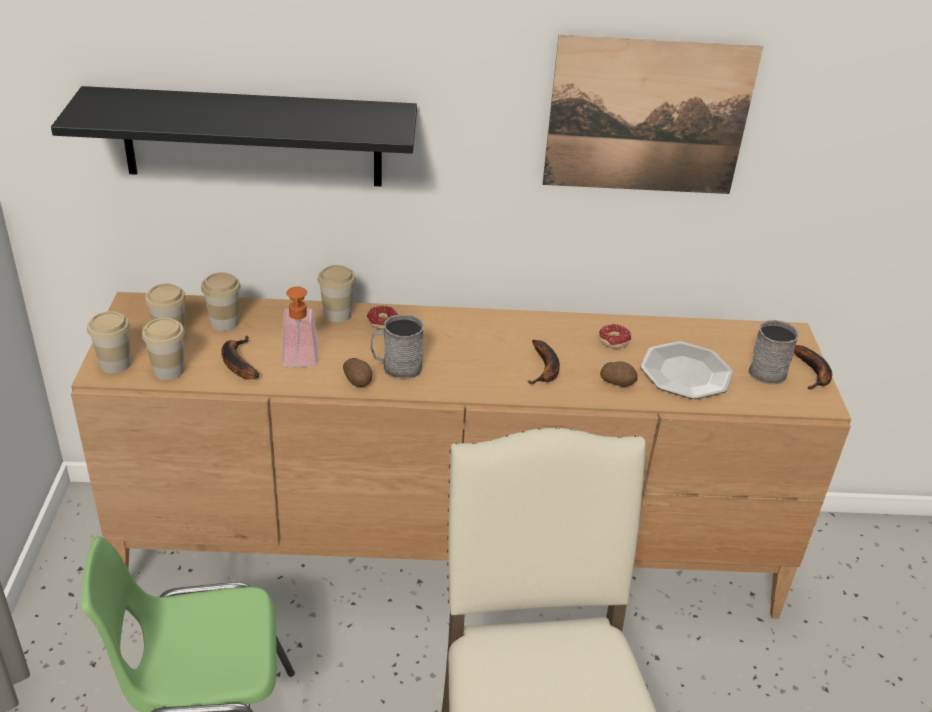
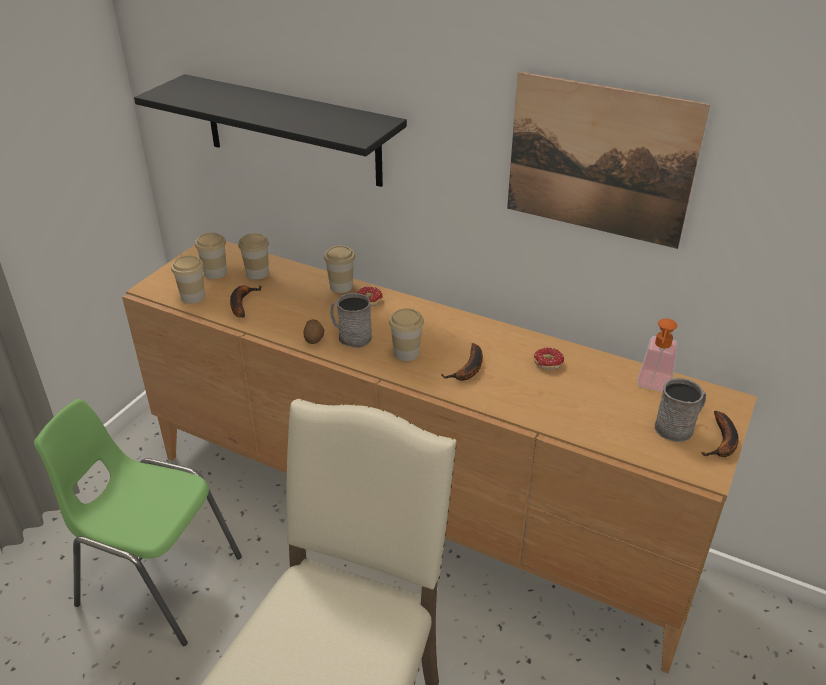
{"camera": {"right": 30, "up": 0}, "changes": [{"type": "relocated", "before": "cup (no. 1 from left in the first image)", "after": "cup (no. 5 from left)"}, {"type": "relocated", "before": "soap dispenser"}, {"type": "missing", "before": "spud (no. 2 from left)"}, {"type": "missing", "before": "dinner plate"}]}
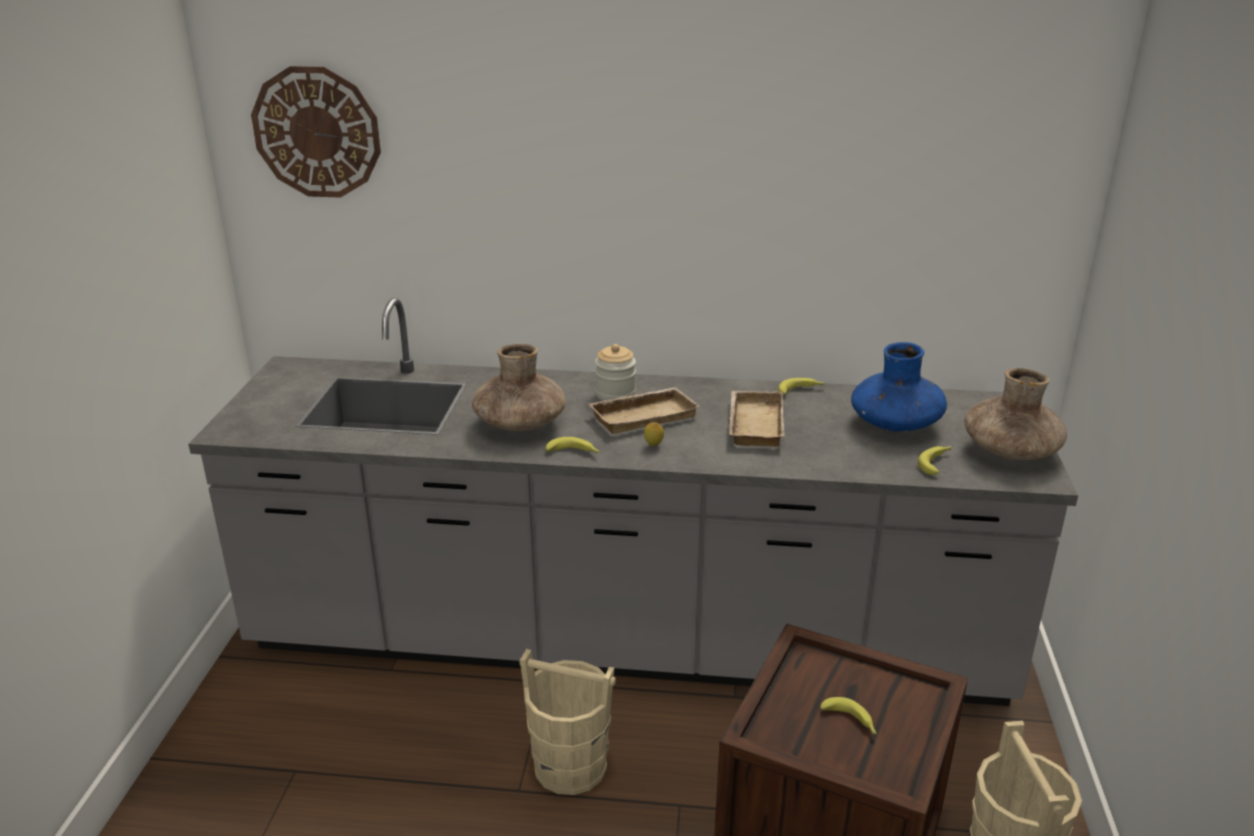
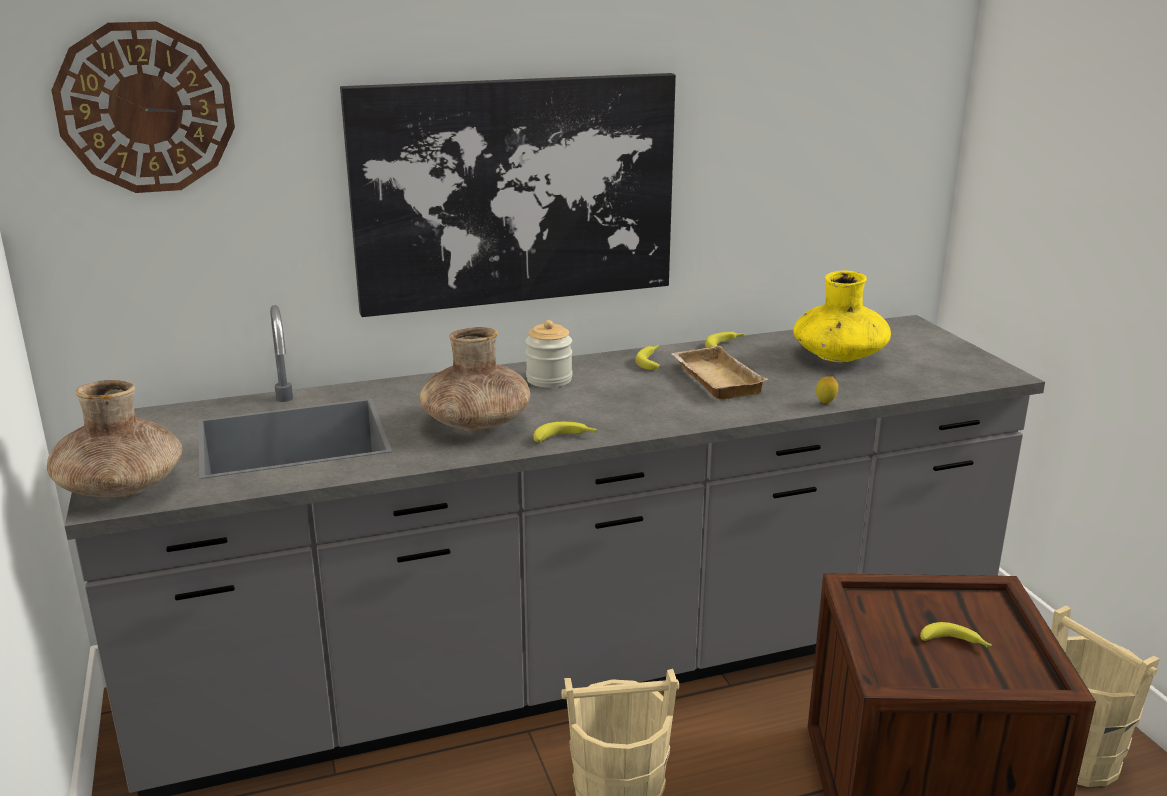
{"camera": {"right": -25, "up": -5}, "changes": [{"type": "missing", "before": "beige tray (no. 1 from left)"}, {"type": "relocated", "before": "whole lemon"}, {"type": "colour", "before": "blue-coloured decorative vase", "after": "yellow-coloured decorative vase"}, {"type": "relocated", "before": "whole banana (no. 4 from left in the first image)", "after": "whole banana (no. 2 from left)"}, {"type": "relocated", "before": "brown decorative vase (no. 2 from left in the first image)", "after": "brown decorative vase (no. 1 from left)"}, {"type": "appeared", "after": "wall art"}]}
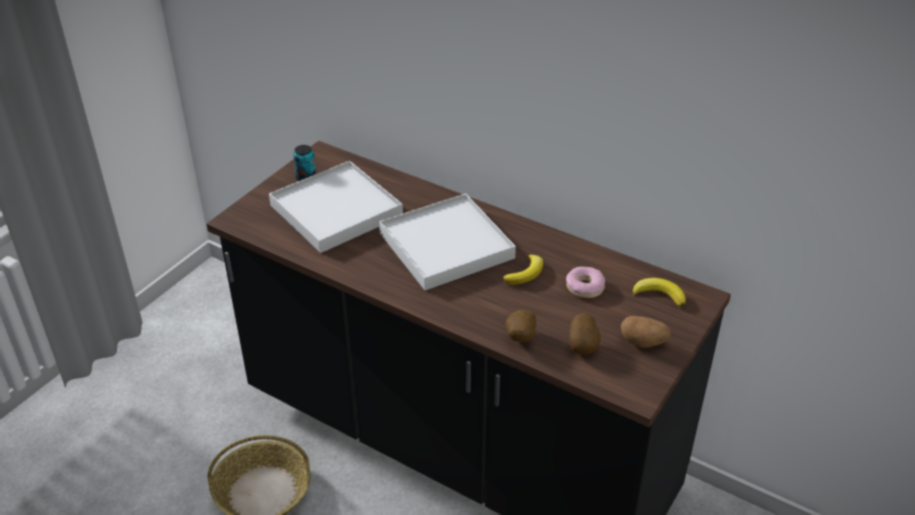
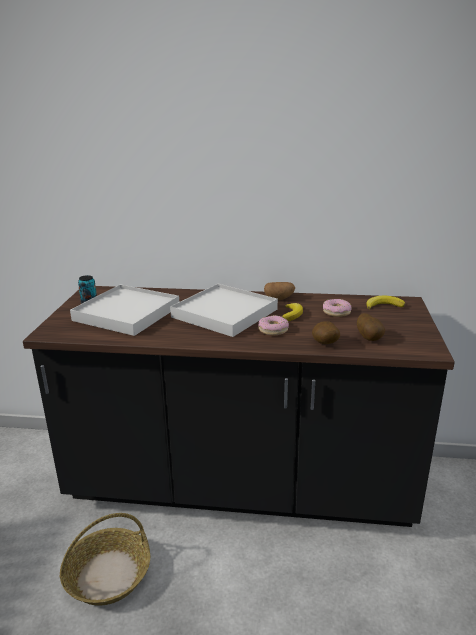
{"camera": {"right": -25, "up": -15}, "changes": [{"type": "relocated", "before": "spud (no. 3 from left in the first image)", "after": "spud (no. 1 from left)"}, {"type": "appeared", "after": "ring doughnut (no. 1 from left)"}]}
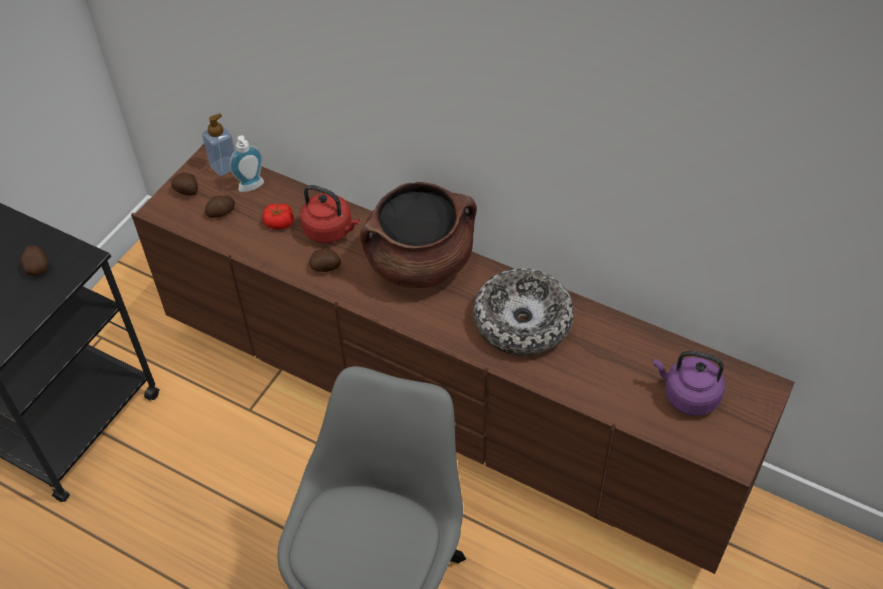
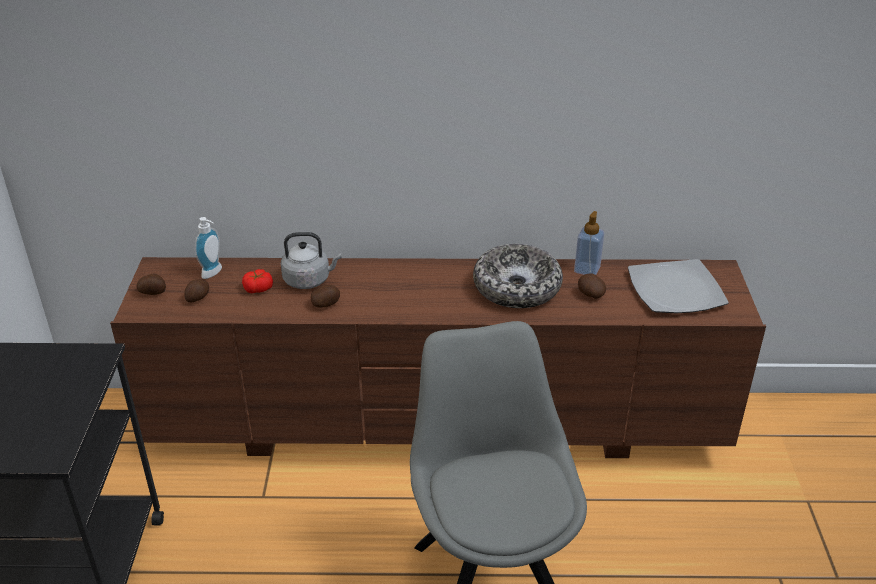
{"camera": {"right": -30, "up": -15}, "changes": [{"type": "relocated", "before": "spud (no. 1 from left in the first image)", "after": "spud (no. 4 from left)"}, {"type": "relocated", "before": "soap dispenser (no. 1 from left in the first image)", "after": "soap dispenser (no. 2 from left)"}, {"type": "colour", "before": "red-coloured tea kettle", "after": "gray tea kettle"}, {"type": "missing", "before": "brown cooking pot"}, {"type": "exchanged", "before": "purple-coloured tea kettle", "after": "dinner plate"}]}
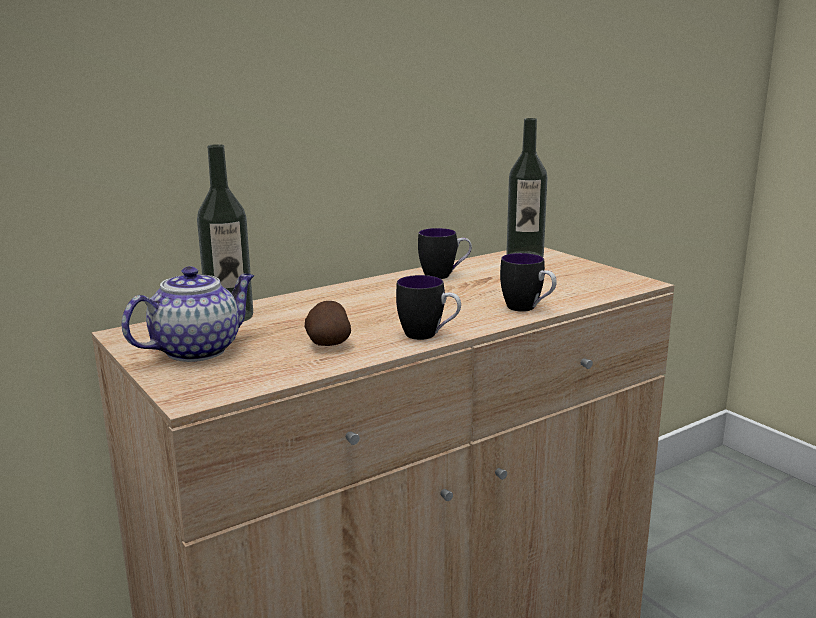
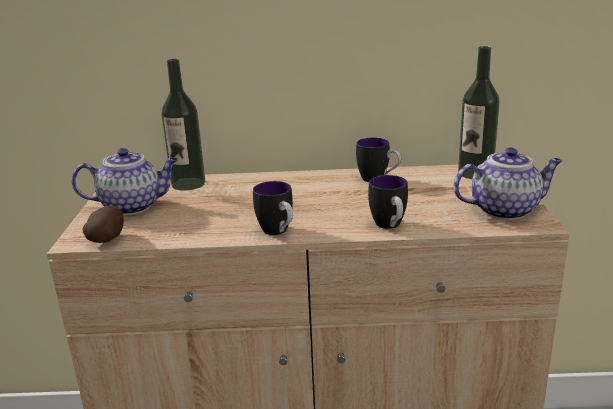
{"camera": {"right": 35, "up": 5}, "changes": [{"type": "relocated", "before": "spud"}, {"type": "appeared", "after": "tea pot (no. 2 from left)"}]}
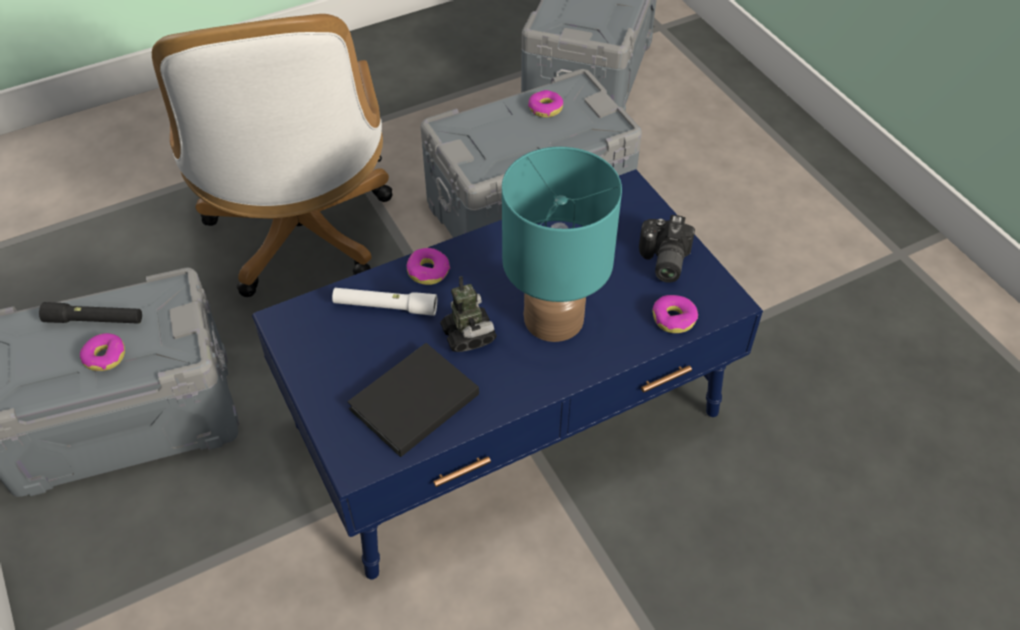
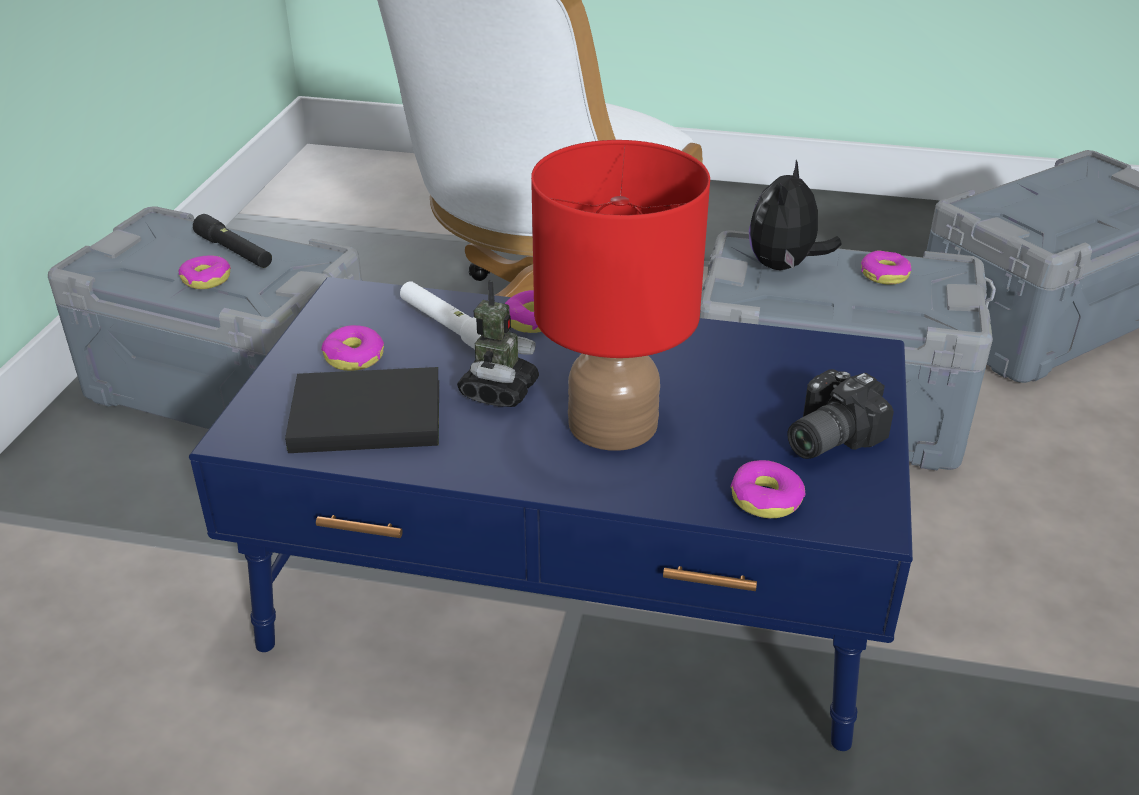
{"camera": {"right": 40, "up": -15}, "changes": [{"type": "colour", "before": "turquoise table lamp", "after": "red-coloured table lamp"}, {"type": "appeared", "after": "ring doughnut (no. 2 from left)"}, {"type": "appeared", "after": "cuddly toy"}]}
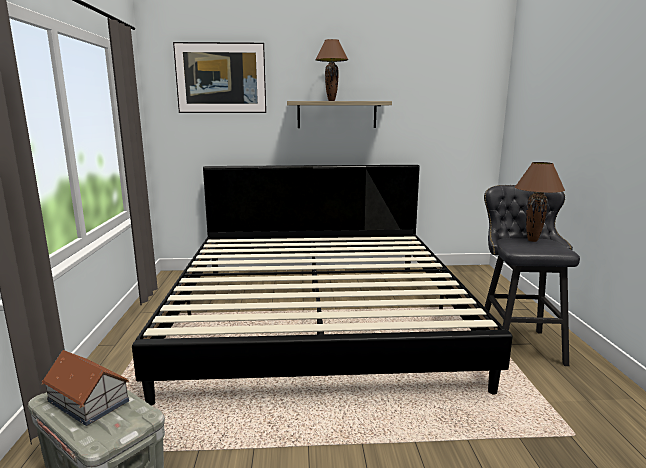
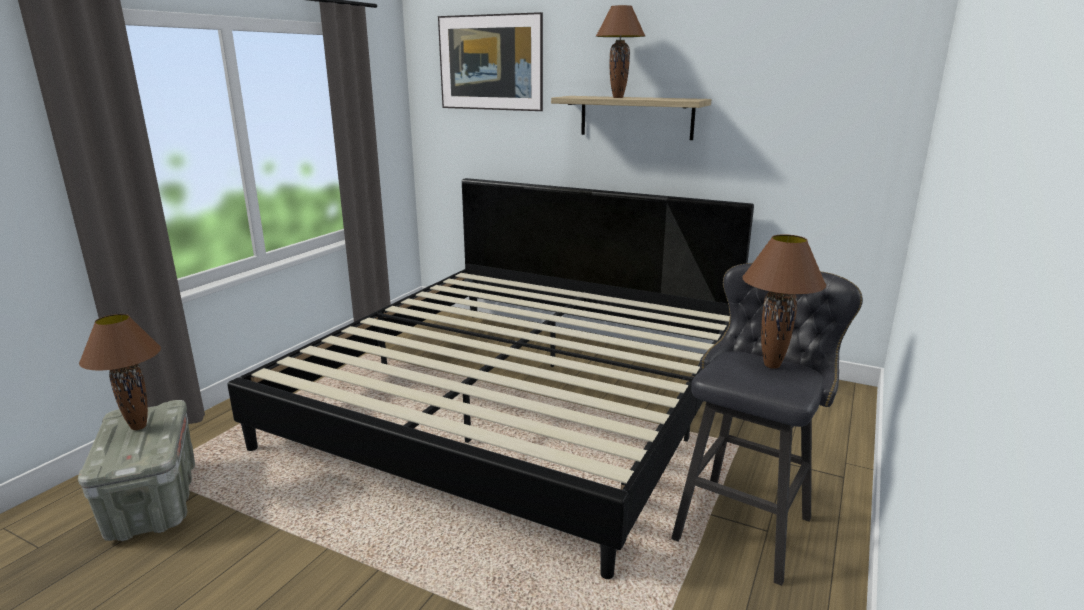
{"camera": {"right": 30, "up": 5}, "changes": [{"type": "exchanged", "before": "model house", "after": "brown table lamp (no. 1 from left)"}]}
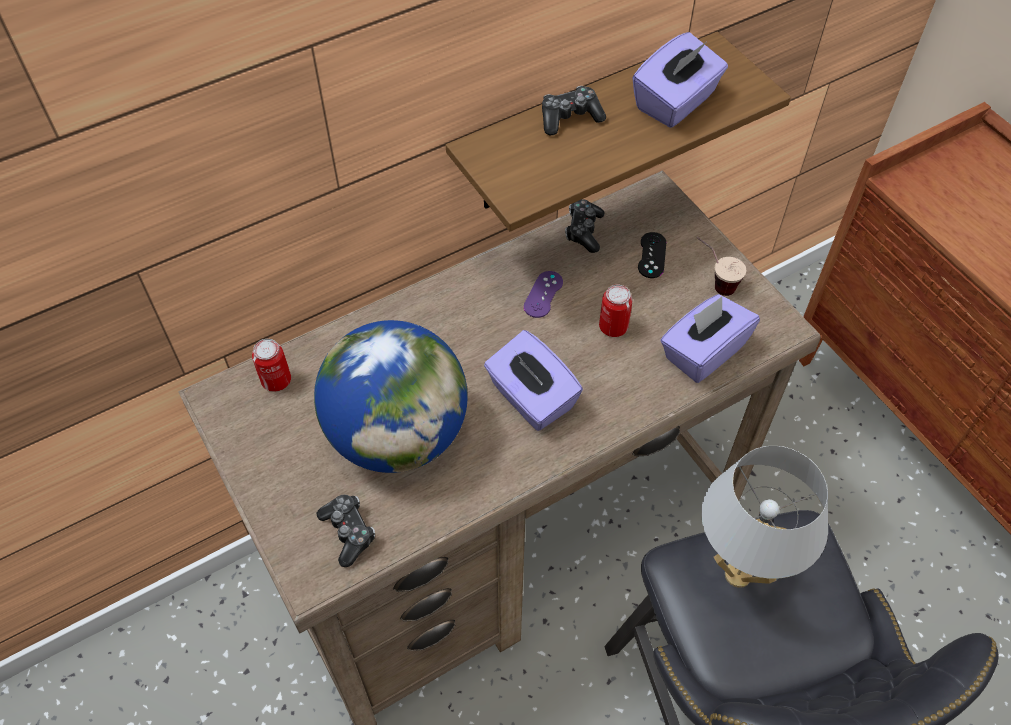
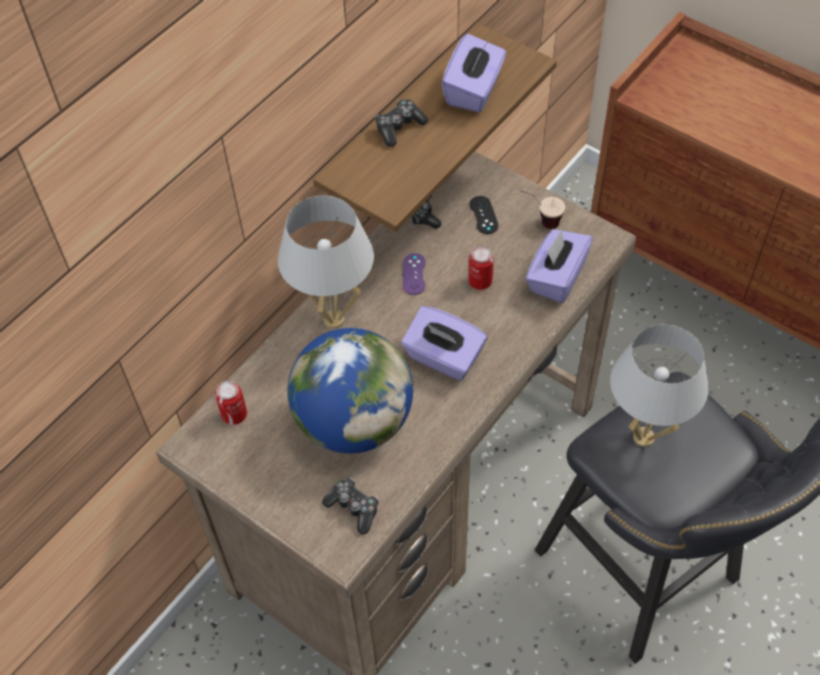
{"camera": {"right": -20, "up": 0}, "changes": [{"type": "appeared", "after": "white-coloured table lamp (no. 1 from left)"}]}
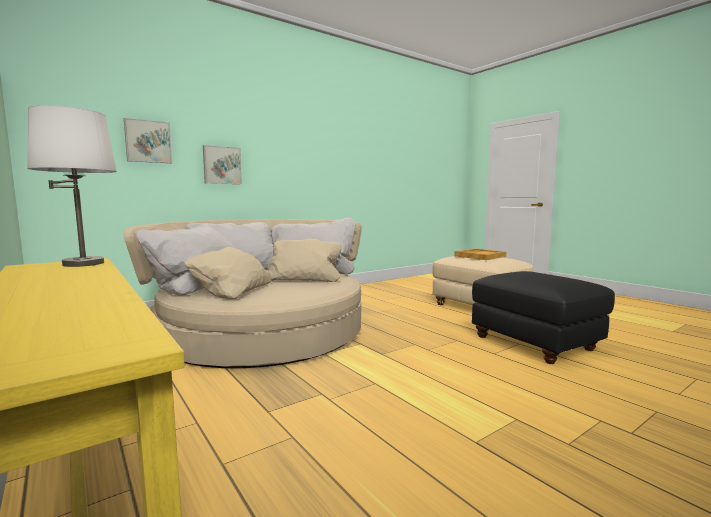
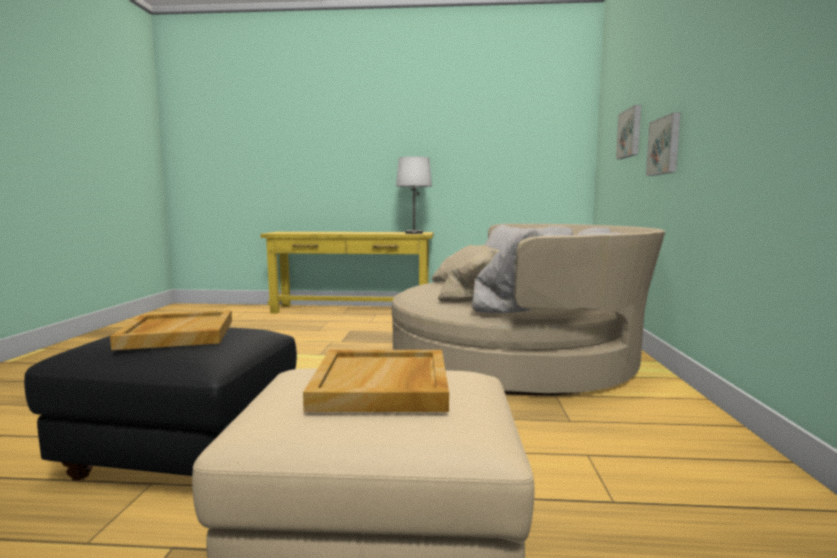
{"camera": {"right": 130, "up": 0}, "changes": [{"type": "appeared", "after": "beige tray (no. 1 from left)"}]}
